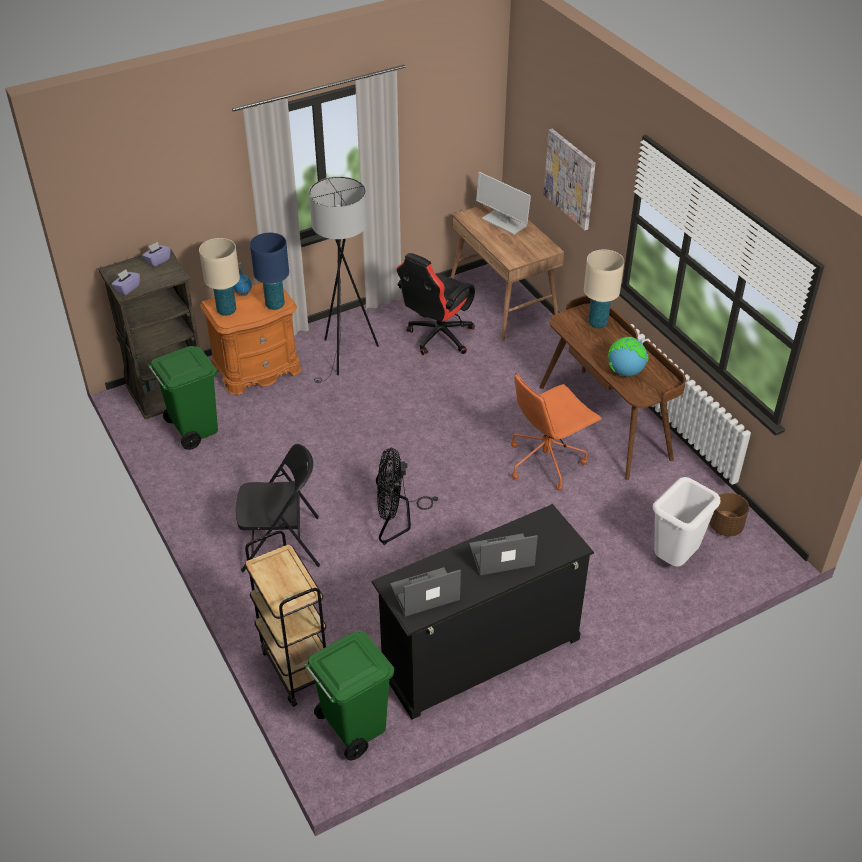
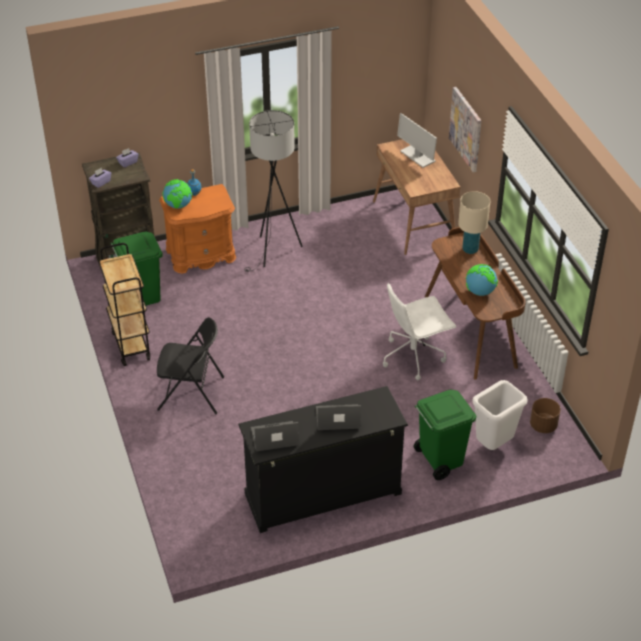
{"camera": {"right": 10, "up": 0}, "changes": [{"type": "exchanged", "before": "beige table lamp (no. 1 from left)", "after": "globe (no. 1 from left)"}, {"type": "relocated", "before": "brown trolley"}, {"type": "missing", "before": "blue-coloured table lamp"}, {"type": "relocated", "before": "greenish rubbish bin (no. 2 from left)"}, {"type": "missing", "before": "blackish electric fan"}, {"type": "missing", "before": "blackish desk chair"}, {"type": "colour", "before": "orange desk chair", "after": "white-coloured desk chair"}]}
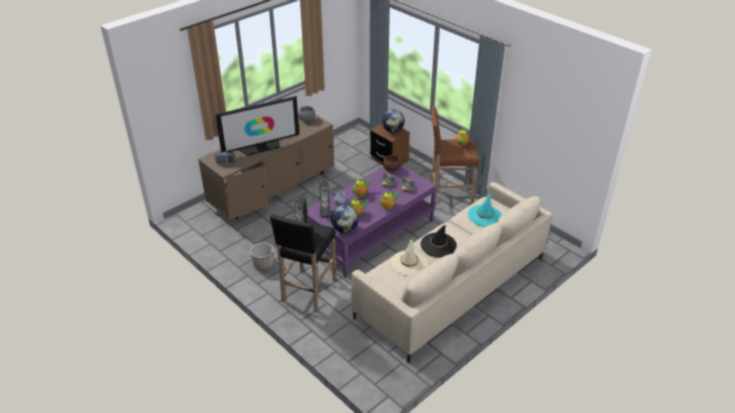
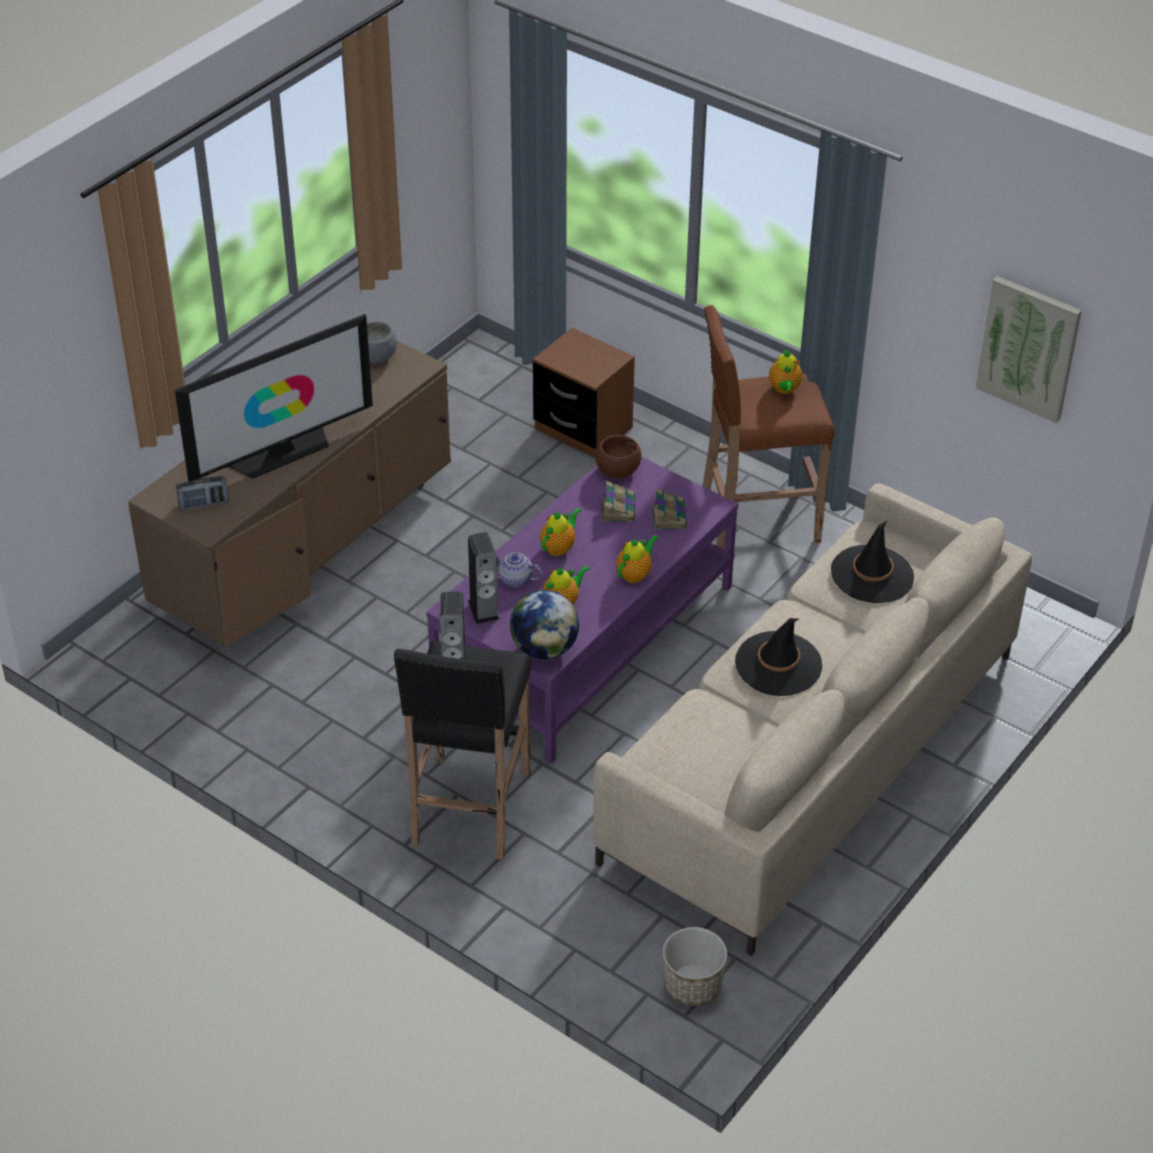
{"camera": {"right": -10, "up": 5}, "changes": [{"type": "relocated", "before": "flower pot"}, {"type": "missing", "before": "globe (no. 2 from left)"}, {"type": "missing", "before": "beige hat"}, {"type": "colour", "before": "turquoise hat", "after": "blackish hat (no. 2 from left)"}, {"type": "appeared", "after": "wall art"}]}
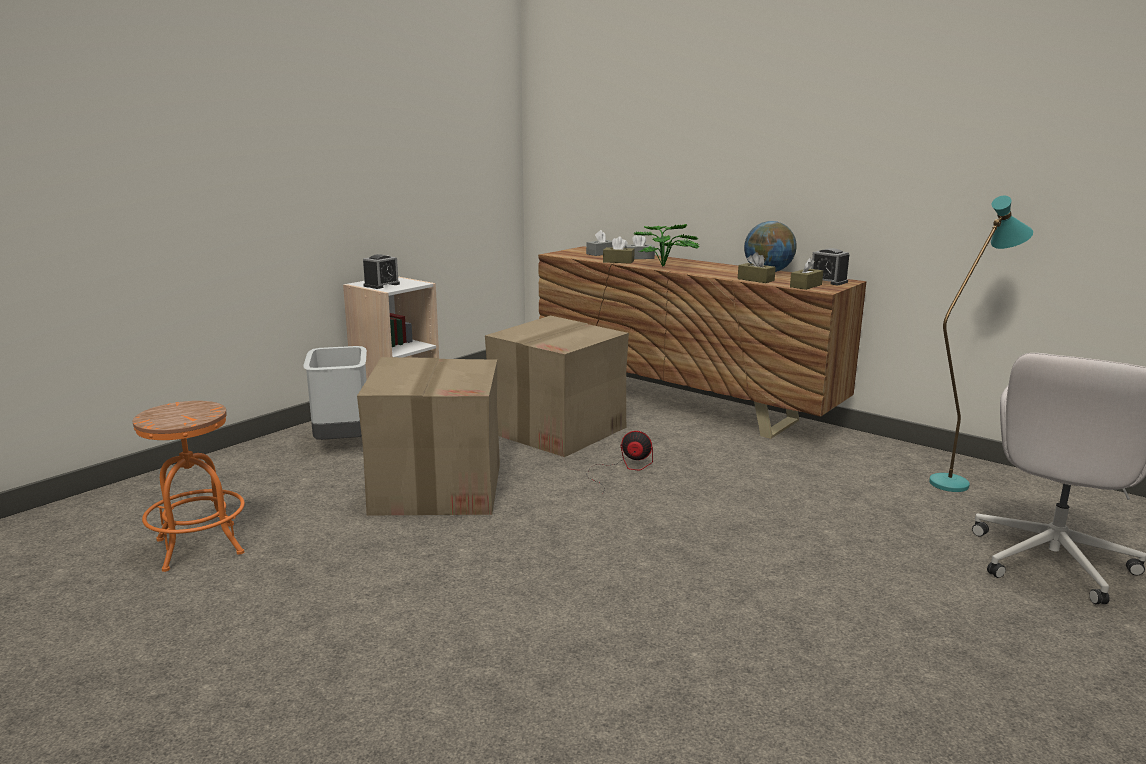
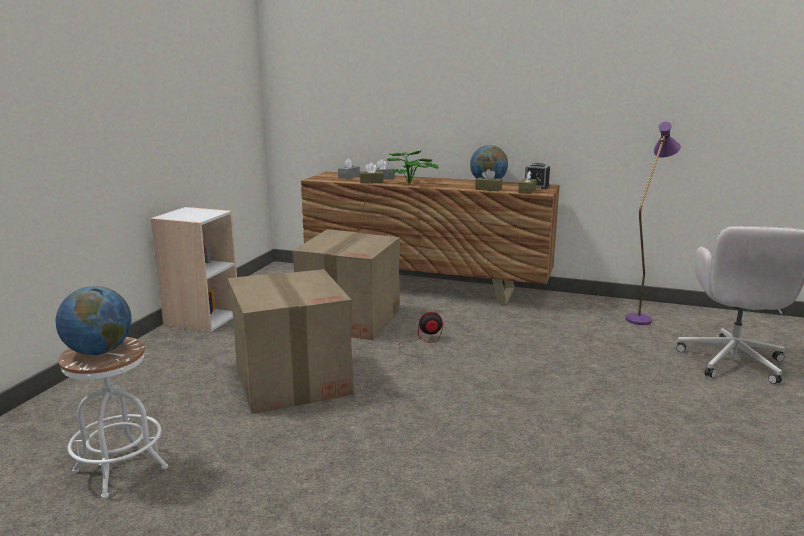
{"camera": {"right": -20, "up": 0}, "changes": [{"type": "colour", "before": "orange stool seat", "after": "white-coloured stool seat"}, {"type": "missing", "before": "gray rubbish bin"}, {"type": "missing", "before": "table clock (no. 1 from left)"}, {"type": "colour", "before": "turquoise standard lamp", "after": "purple-coloured standard lamp"}, {"type": "appeared", "after": "globe (no. 1 from left)"}]}
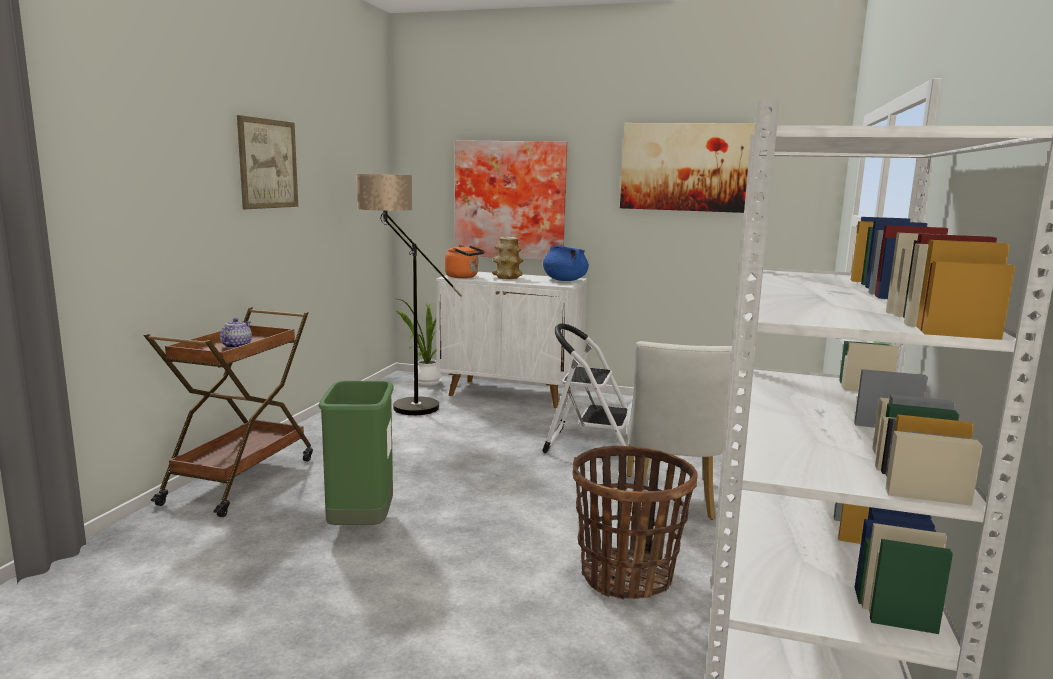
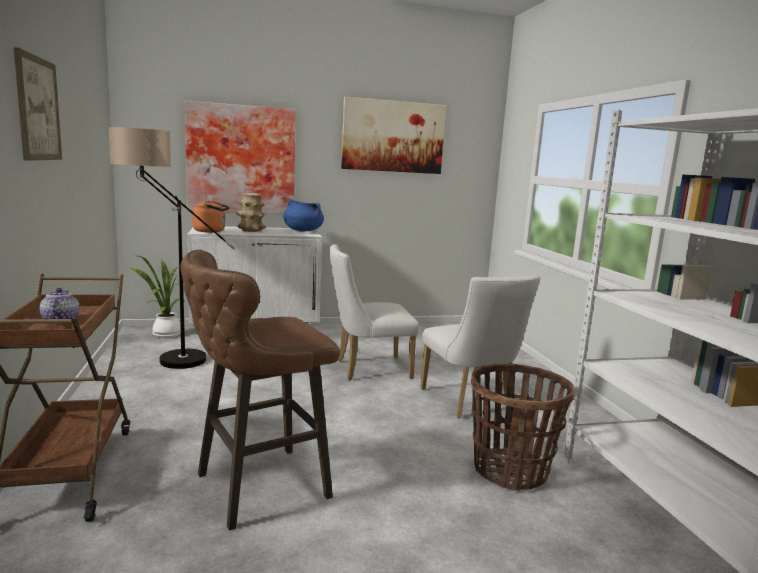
{"camera": {"right": -30, "up": 0}, "changes": [{"type": "exchanged", "before": "greenish rubbish bin", "after": "brown stool seat"}, {"type": "exchanged", "before": "stepladder", "after": "white-coloured plain chair (no. 1 from left)"}]}
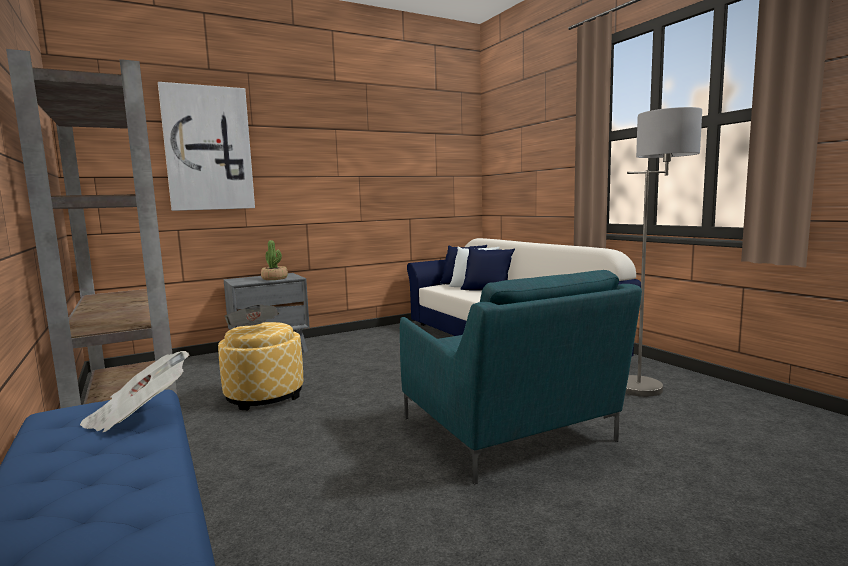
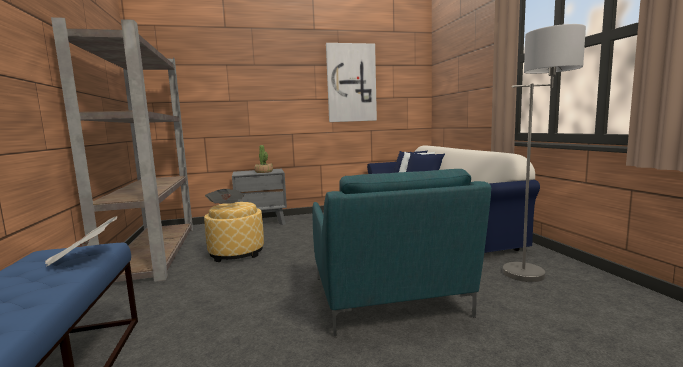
{"camera": {"right": 15, "up": 0}, "changes": [{"type": "relocated", "before": "wall art"}]}
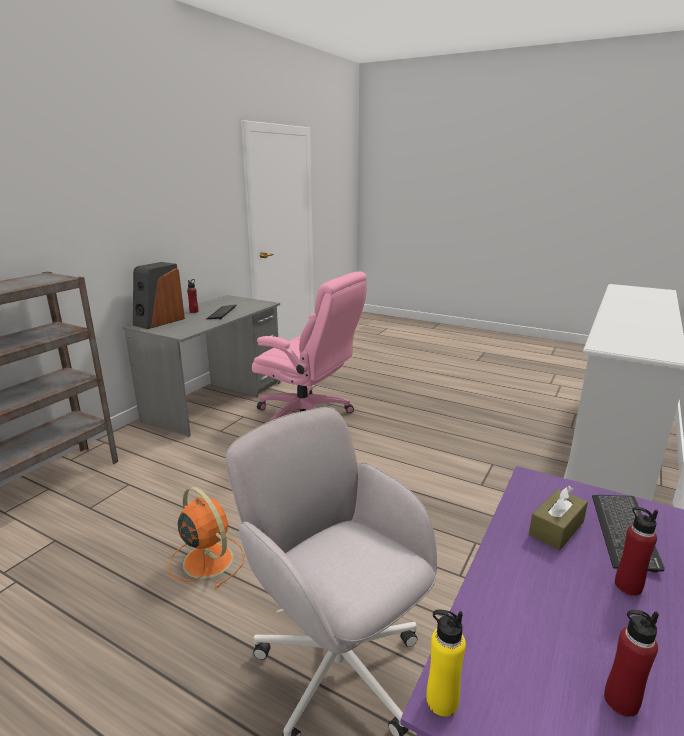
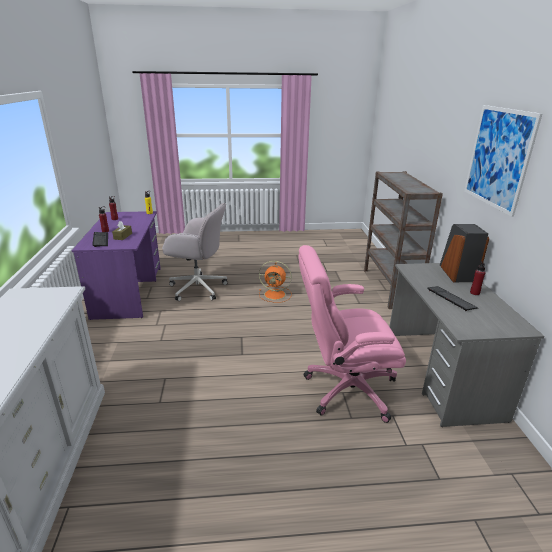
{"camera": {"right": 145, "up": 5}, "changes": [{"type": "appeared", "after": "wall art"}]}
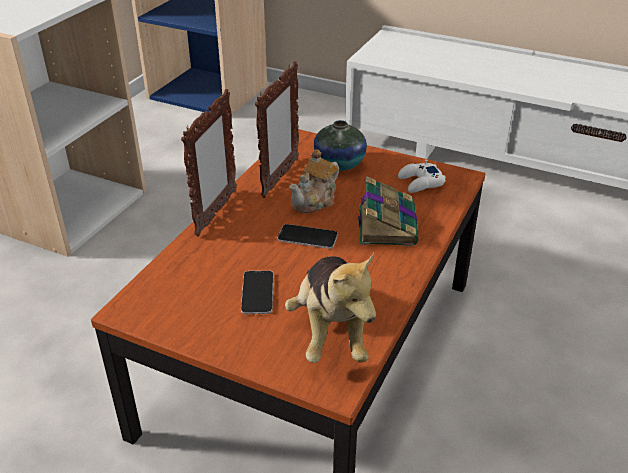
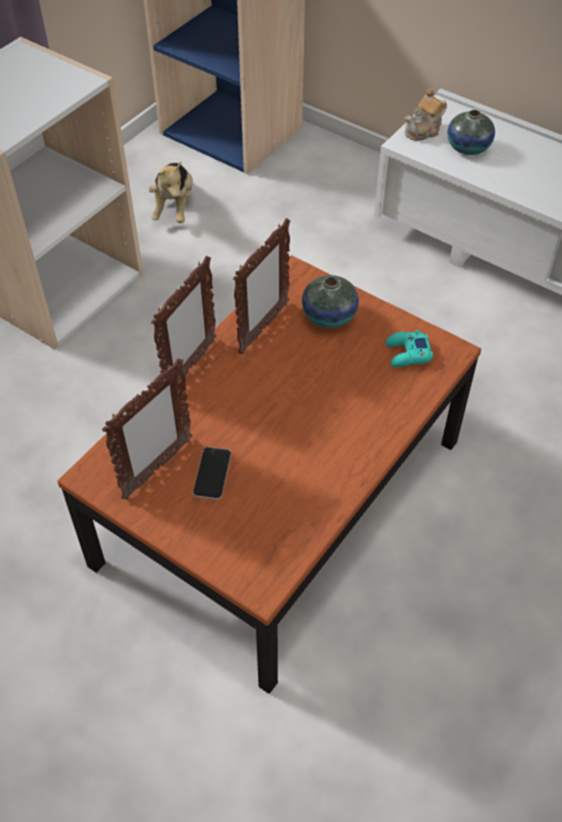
{"camera": {"right": 10, "up": 15}, "changes": [{"type": "missing", "before": "telephone (no. 2 from left)"}, {"type": "relocated", "before": "cuddly toy"}, {"type": "relocated", "before": "tea pot"}, {"type": "missing", "before": "bound book"}, {"type": "colour", "before": "white-coloured joypad", "after": "turquoise joypad"}, {"type": "appeared", "after": "photo frame (no. 1 from left)"}, {"type": "appeared", "after": "decorative vase (no. 2 from left)"}]}
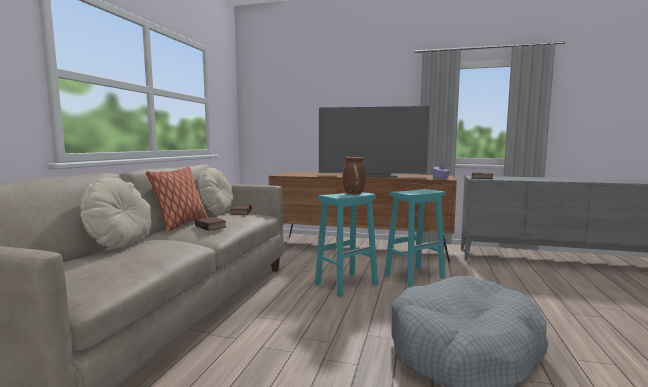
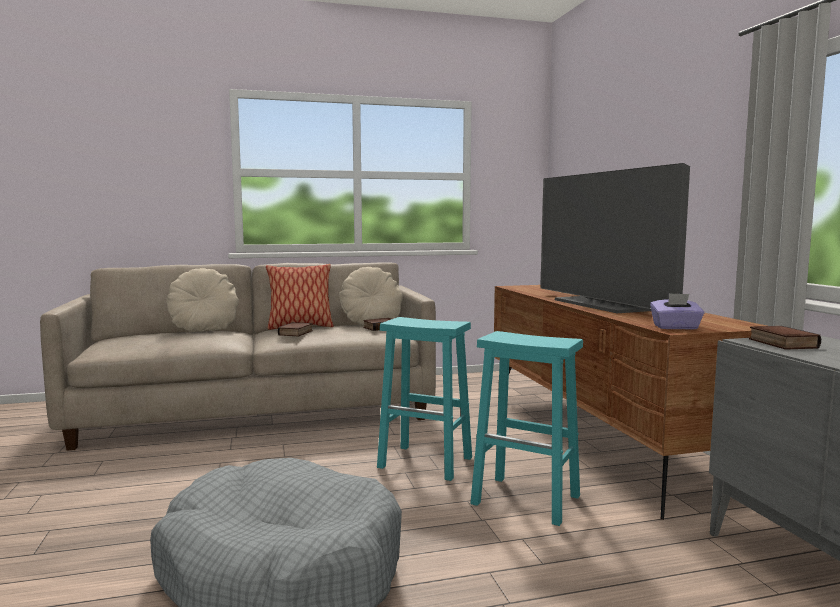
{"camera": {"right": 60, "up": 0}, "changes": [{"type": "missing", "before": "brown decorative vase"}]}
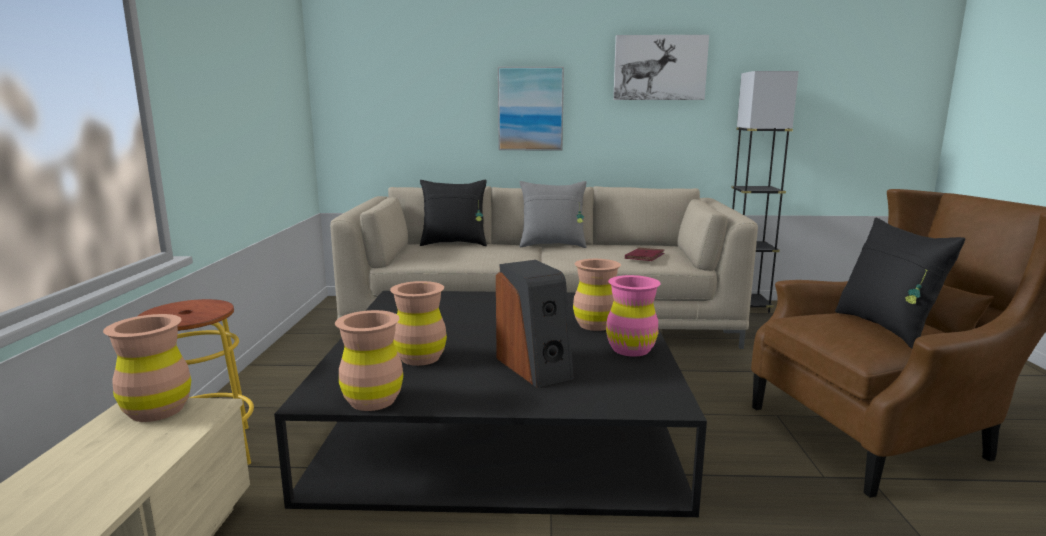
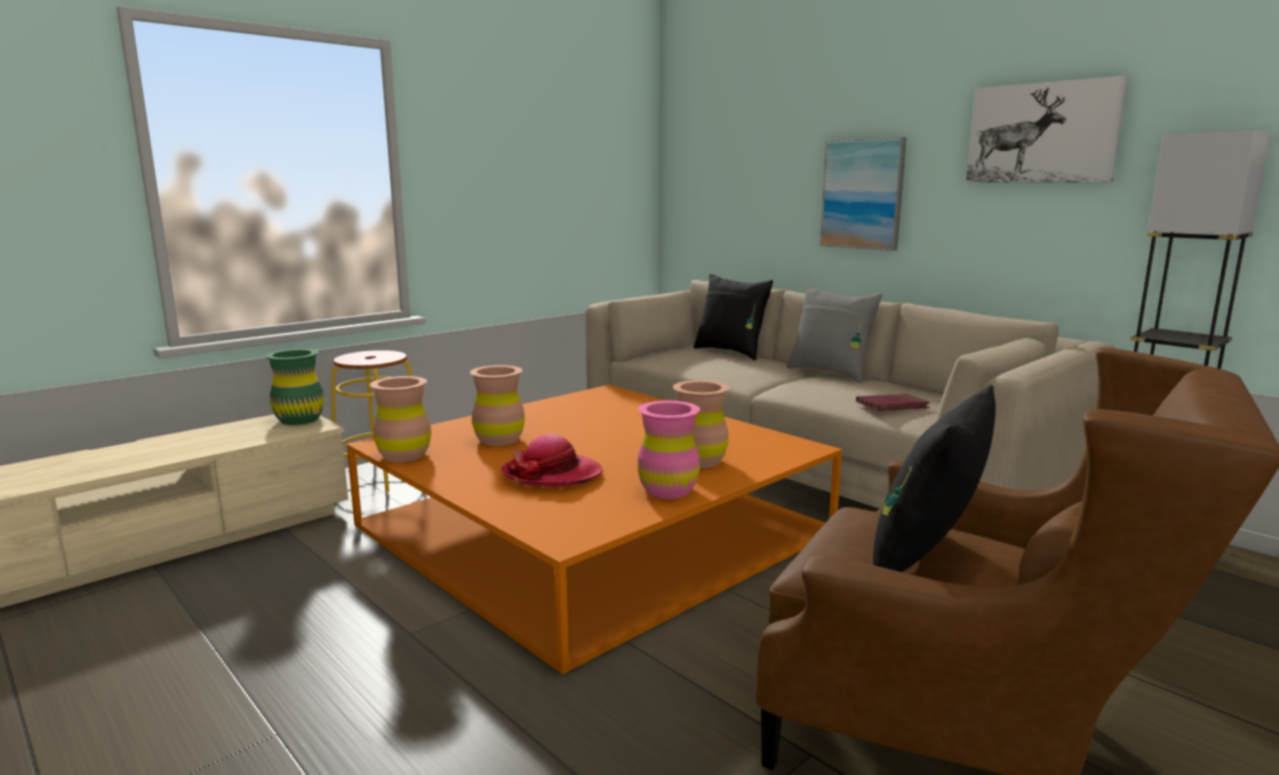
{"camera": {"right": 45, "up": 0}, "changes": [{"type": "colour", "before": "brown decorative vase (no. 1 from left)", "after": "greenish decorative vase"}, {"type": "colour", "before": "blackish lounge table", "after": "orange lounge table"}, {"type": "exchanged", "before": "audio speaker", "after": "hat"}]}
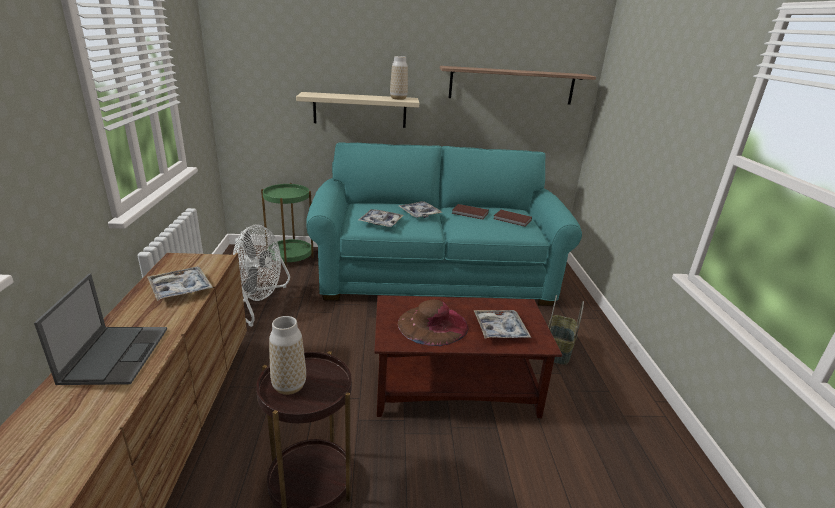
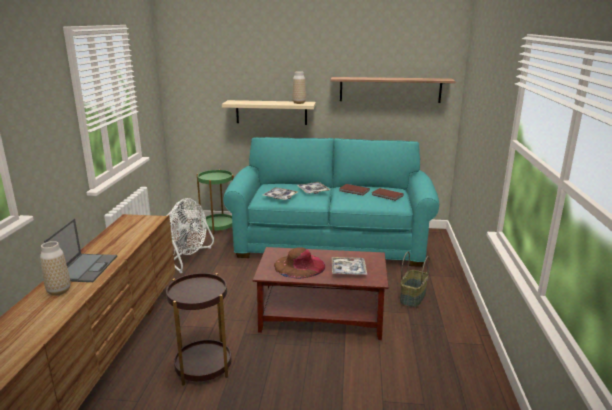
{"camera": {"right": 10, "up": -5}, "changes": [{"type": "missing", "before": "tray (no. 1 from left)"}, {"type": "relocated", "before": "decorative vase (no. 1 from left)"}]}
